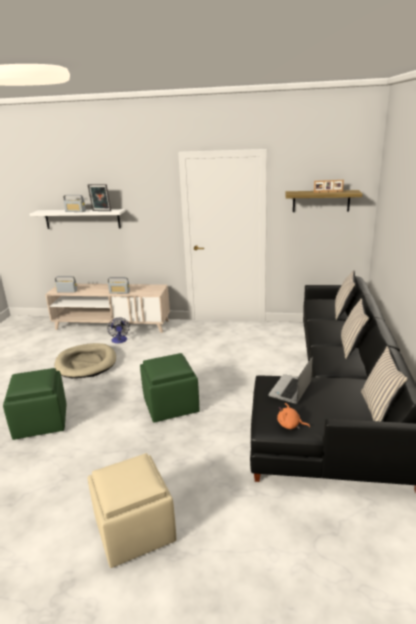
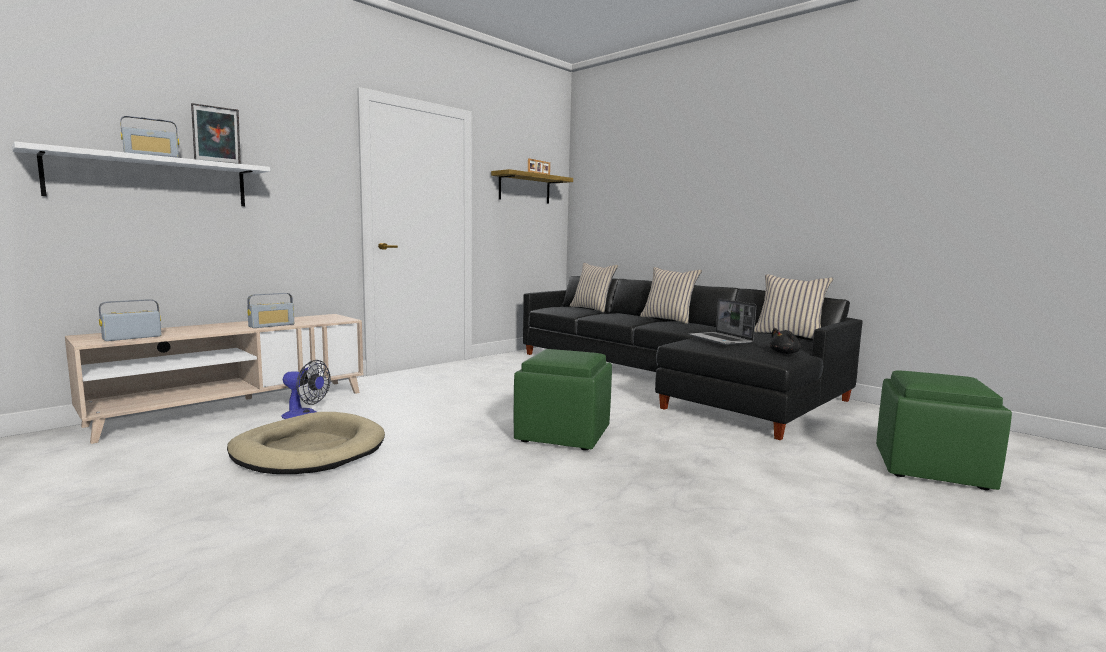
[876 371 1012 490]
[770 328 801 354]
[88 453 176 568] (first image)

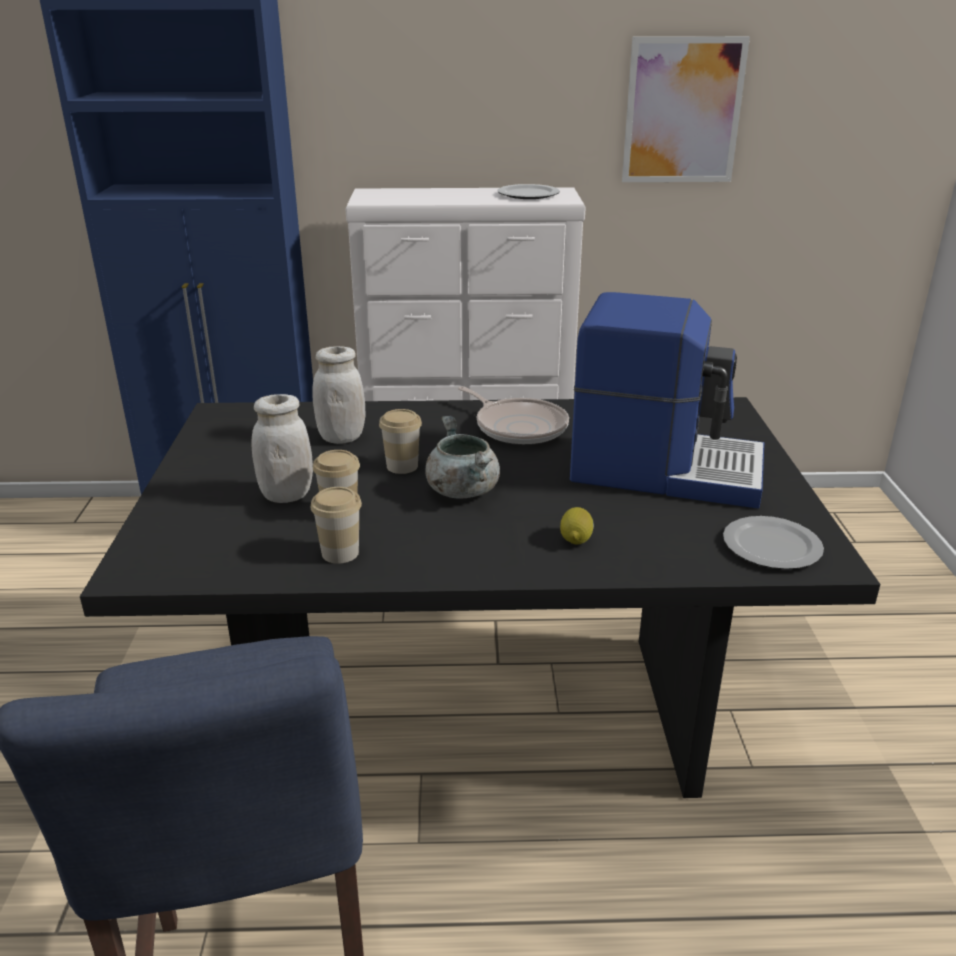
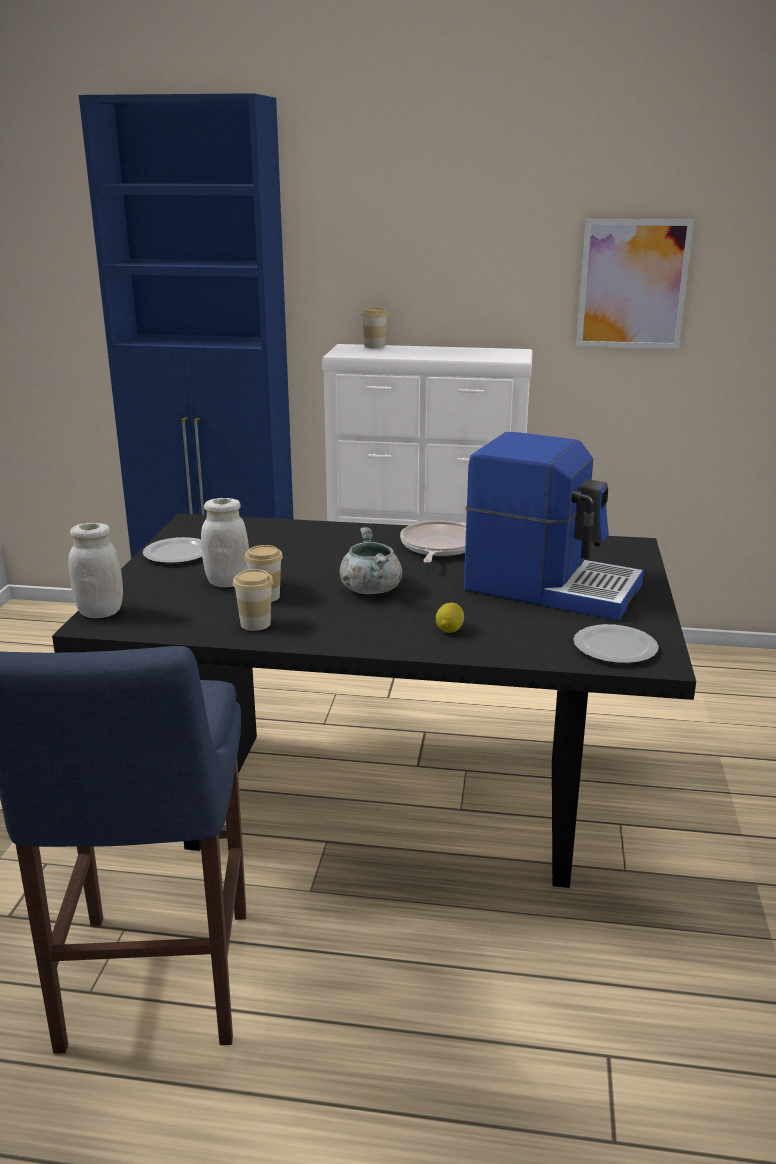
[143 537 202 563]
[68 523 123 618]
[400 520 466 563]
[361 308 388 348]

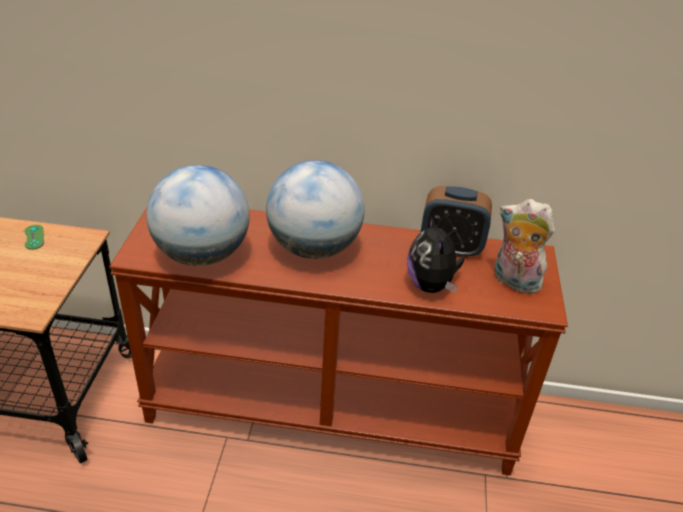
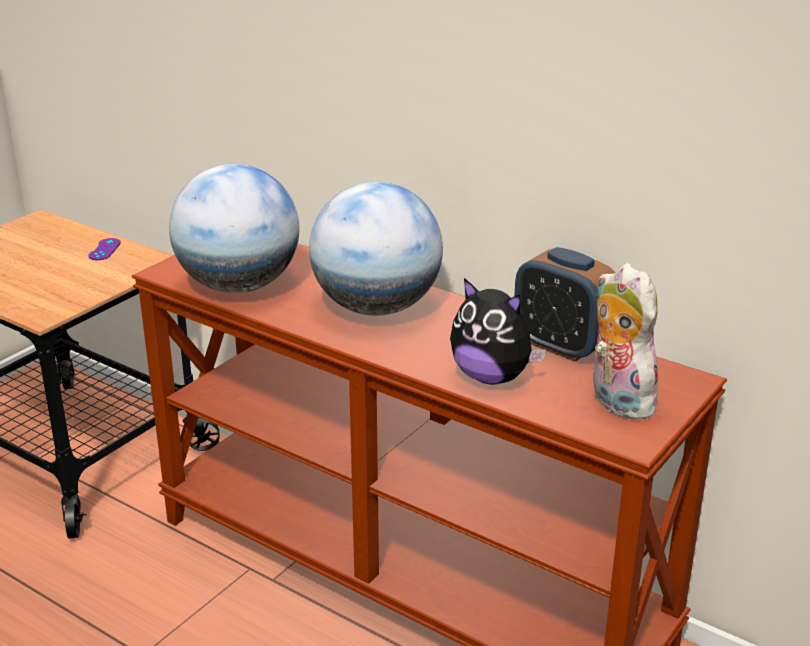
[450 278 546 385]
[88 238 121 260]

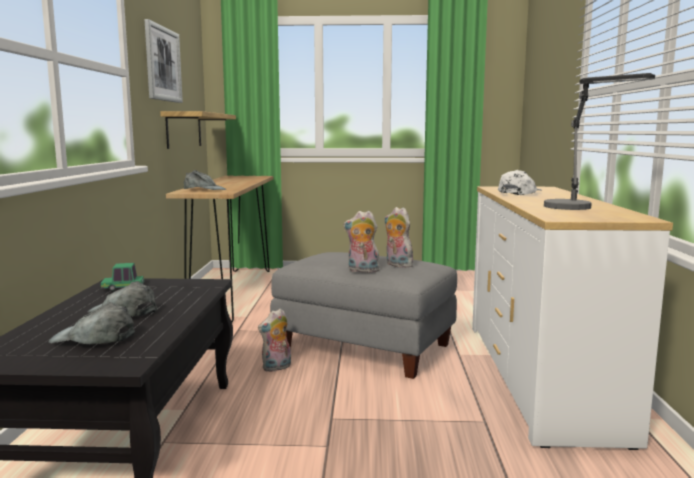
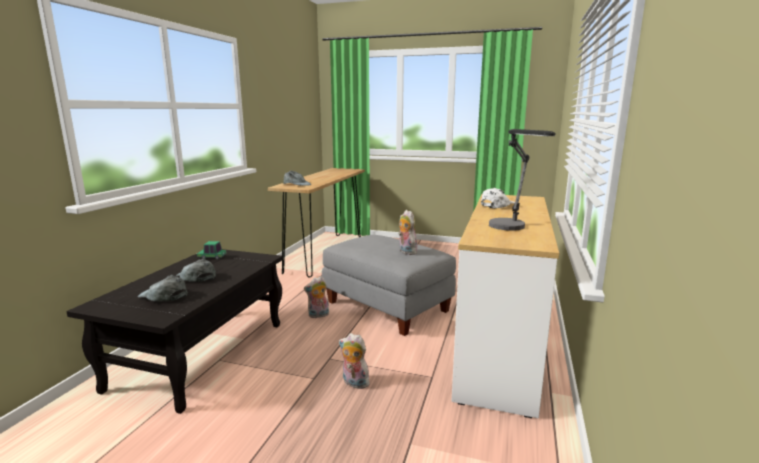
[144 19 183 103] (first image)
[160 111 236 149] (first image)
[339 333 372 389]

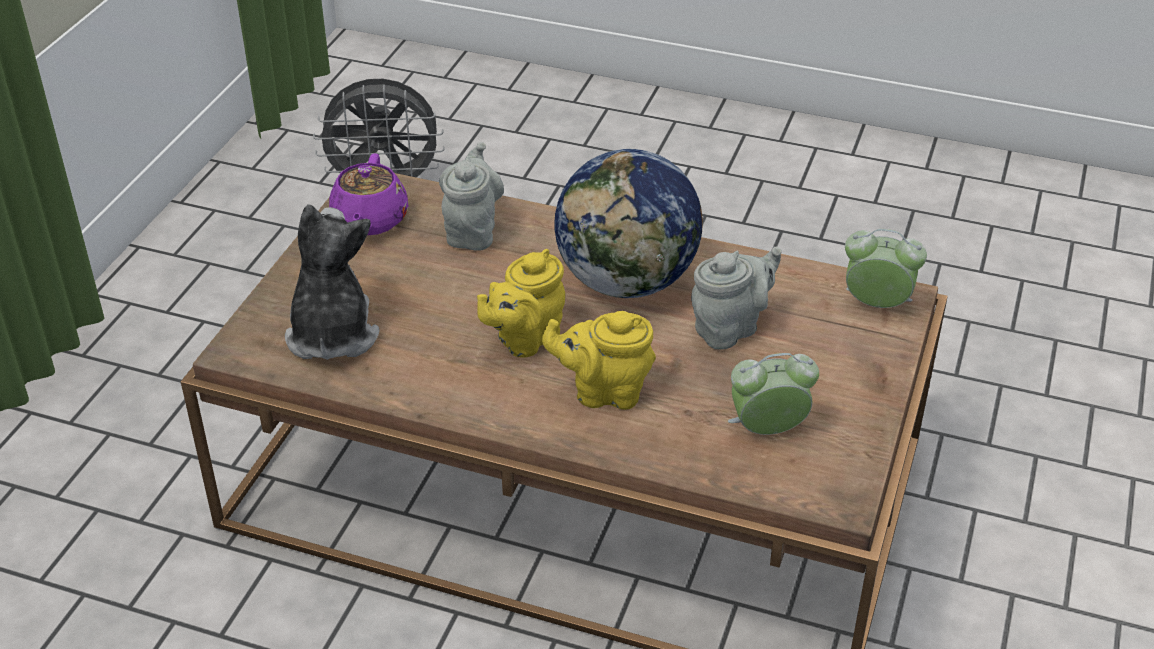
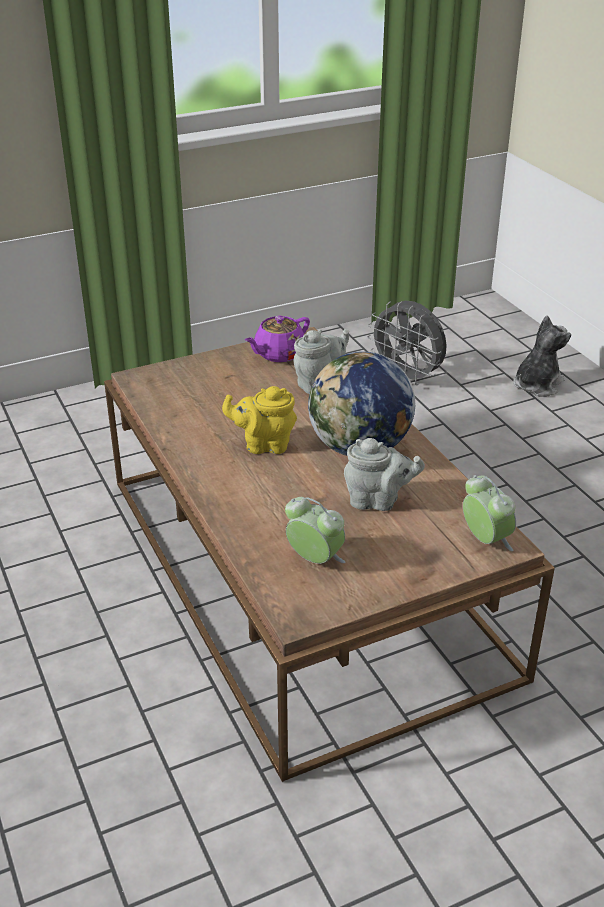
[513 315 571 397]
[542 311 656 410] (first image)

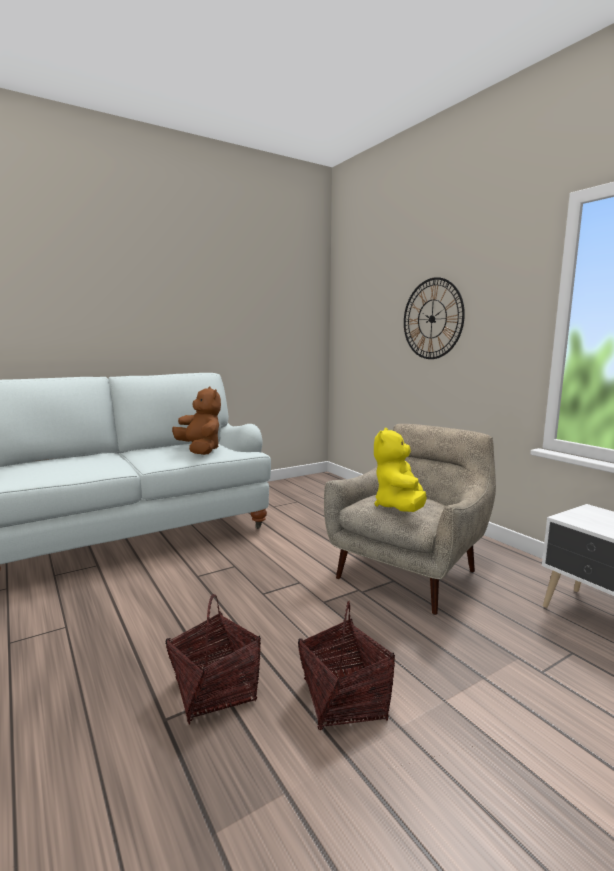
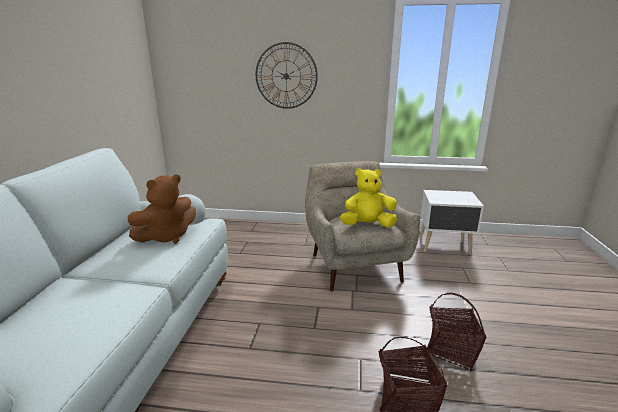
[128 174 196 244]
[340 168 397 228]

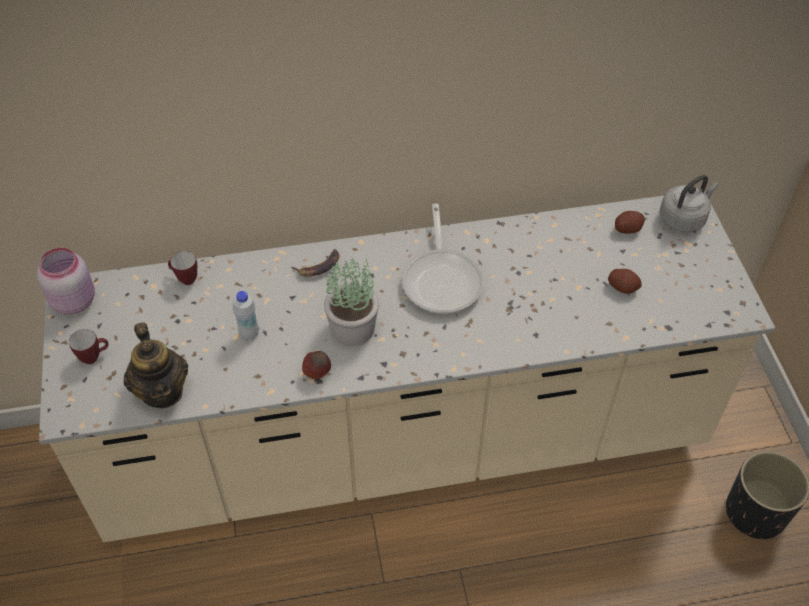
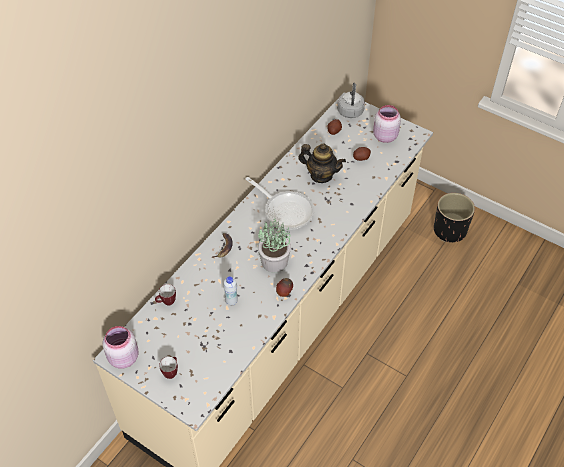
[298 143 346 183]
[373 105 401 143]

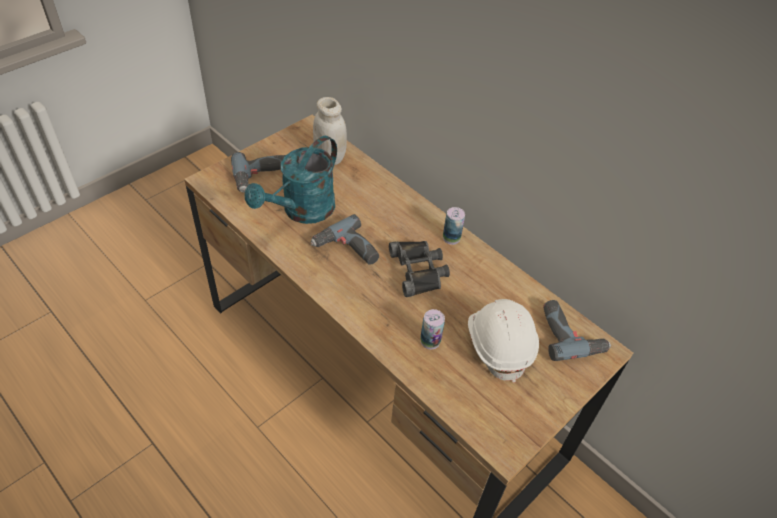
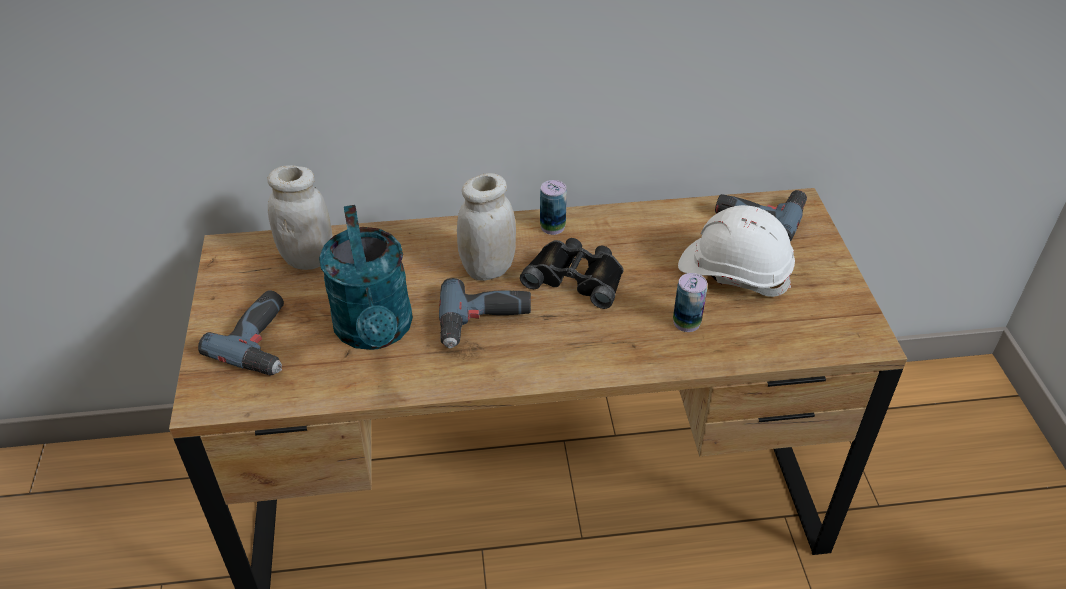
[457 173 516 281]

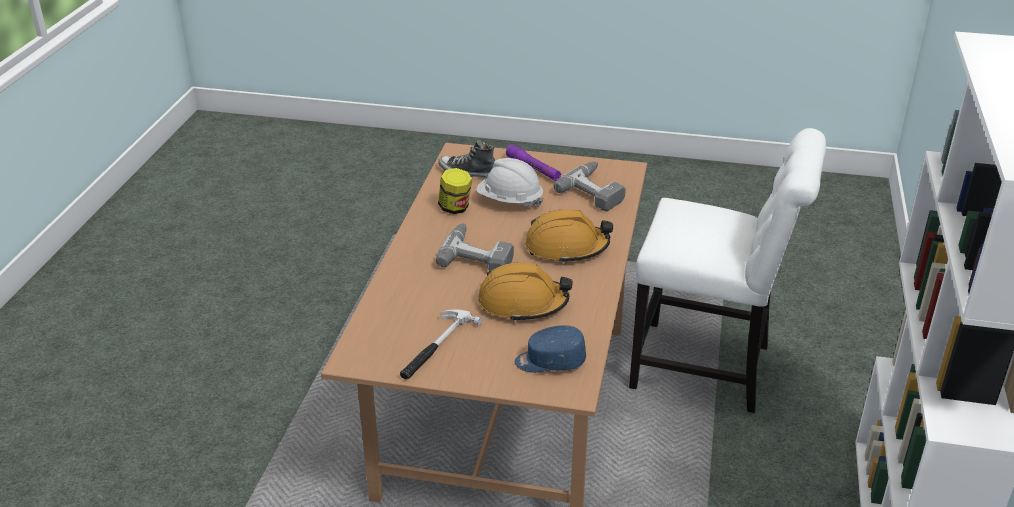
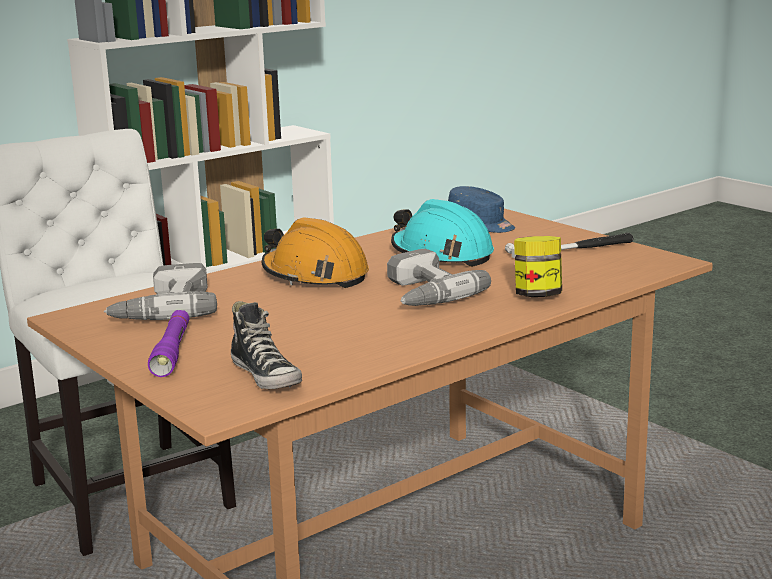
[476 158 544 207] (first image)
[514 236 562 297]
[391 199 494 267]

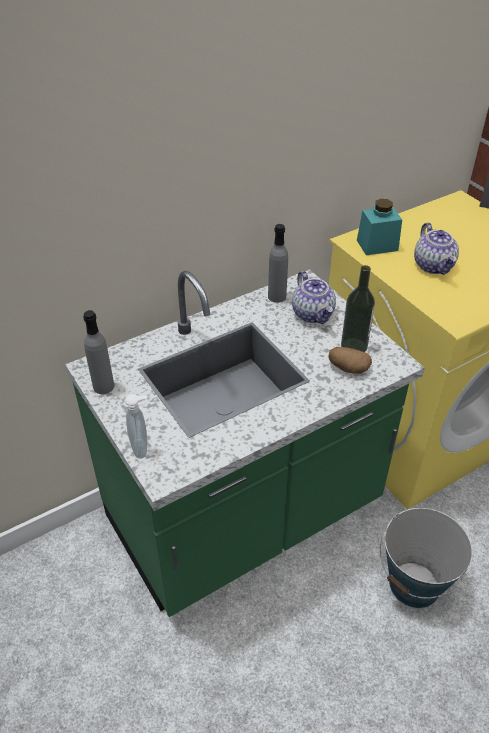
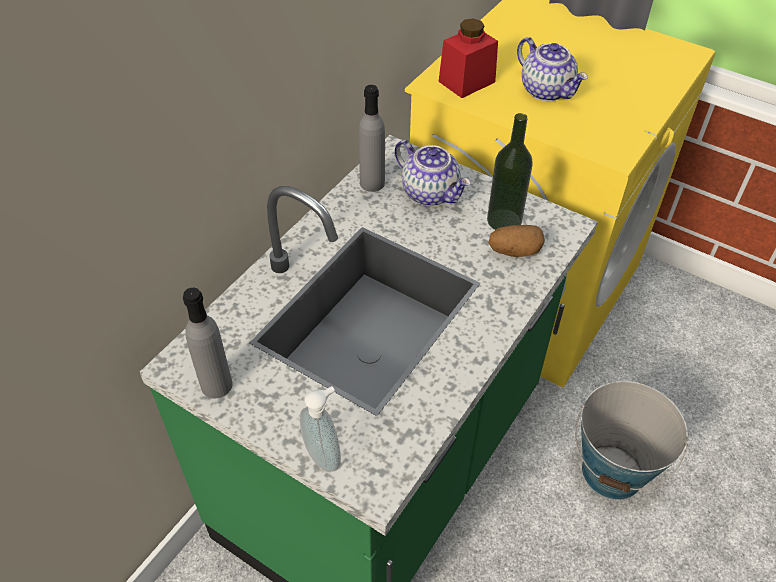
[438 19 498 98]

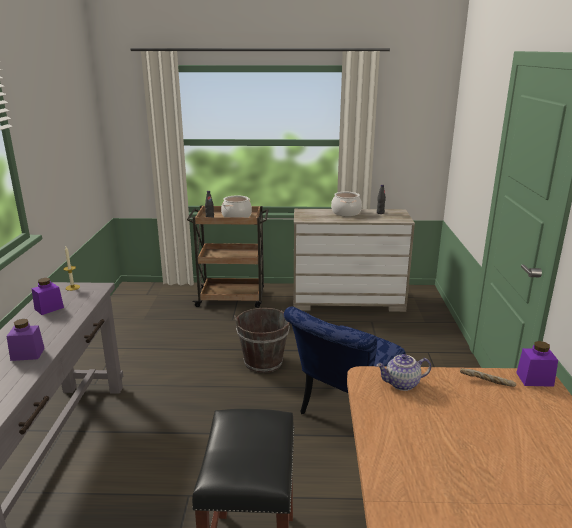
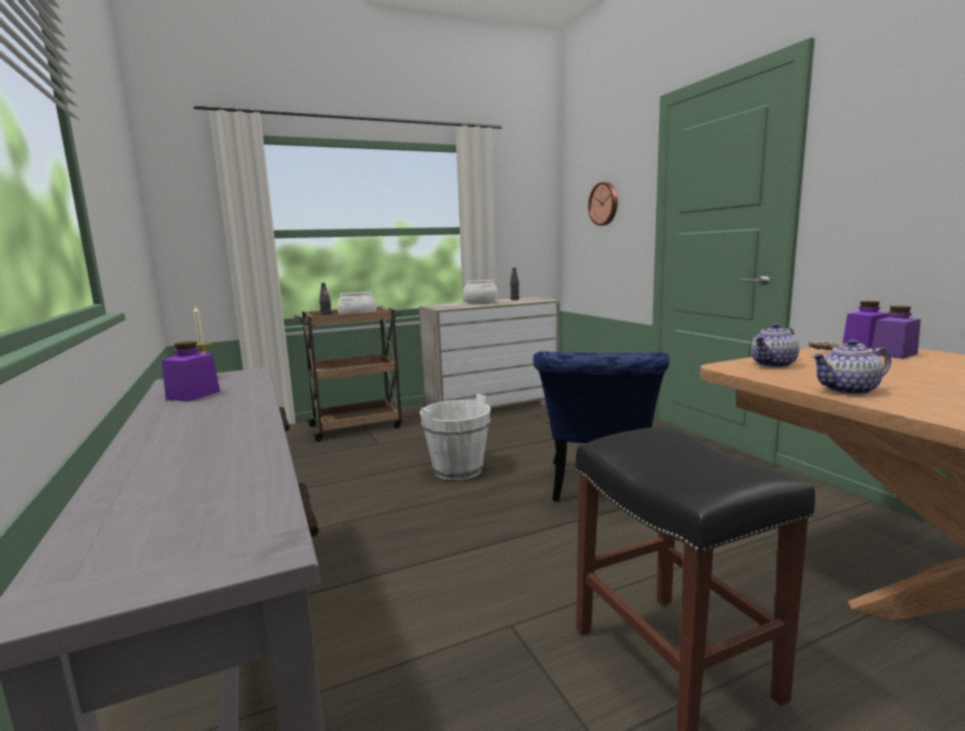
[420 394 491 480]
[872 306 921 359]
[588 182 618 226]
[812 340 891 395]

